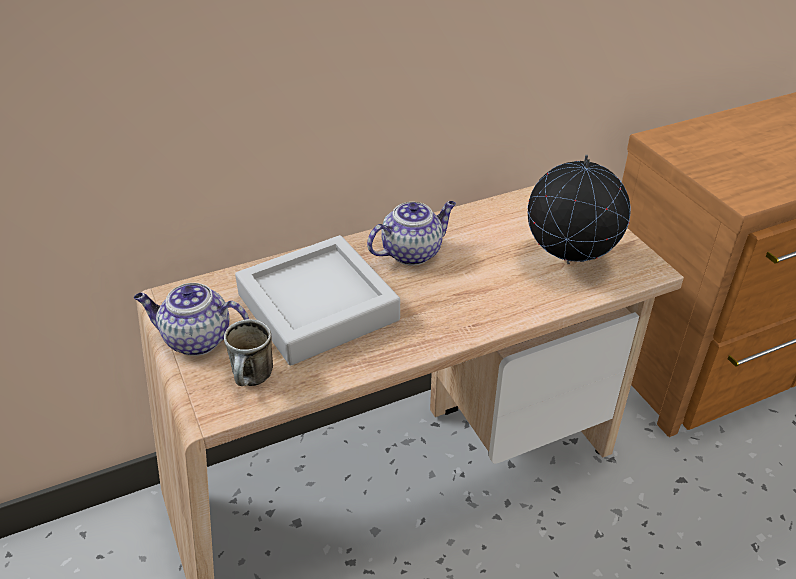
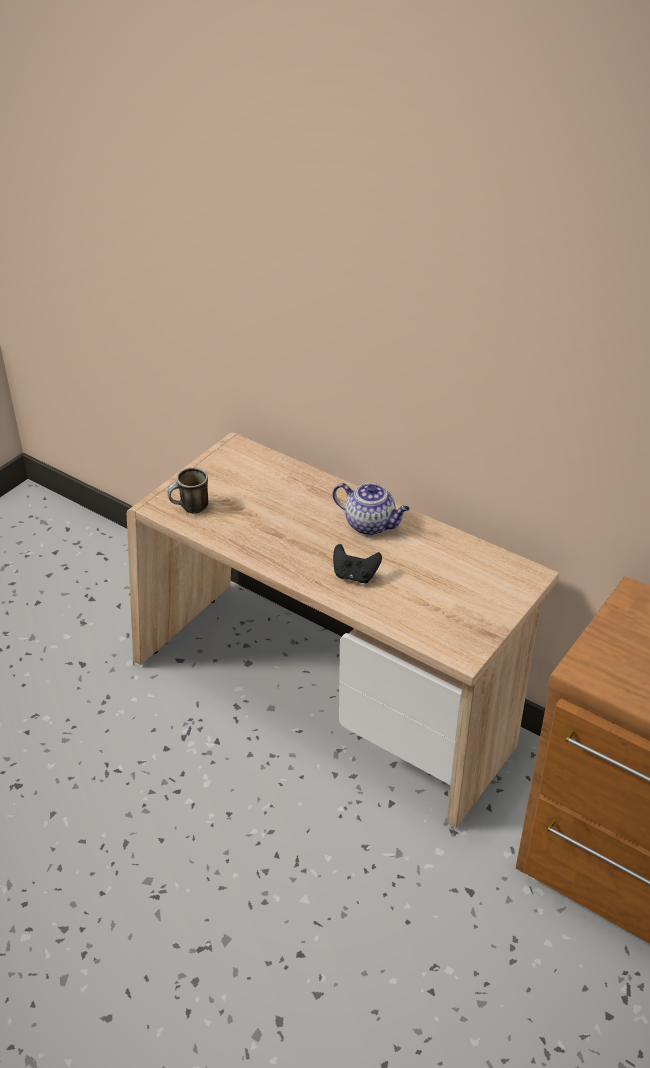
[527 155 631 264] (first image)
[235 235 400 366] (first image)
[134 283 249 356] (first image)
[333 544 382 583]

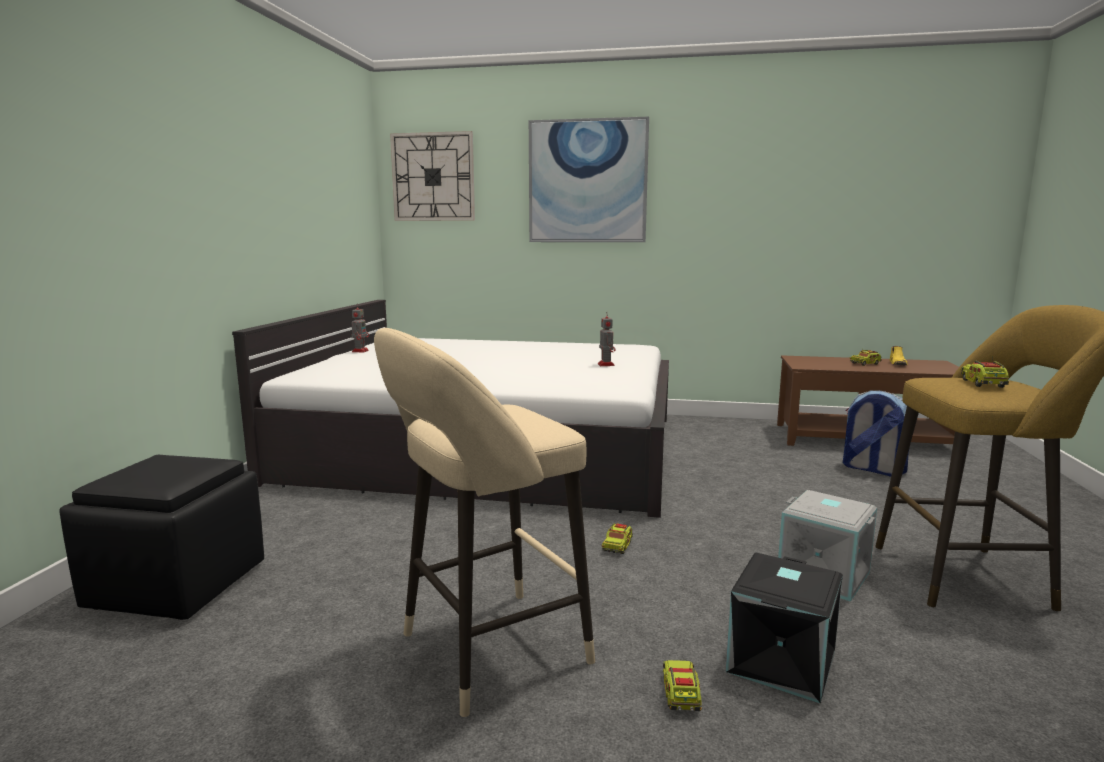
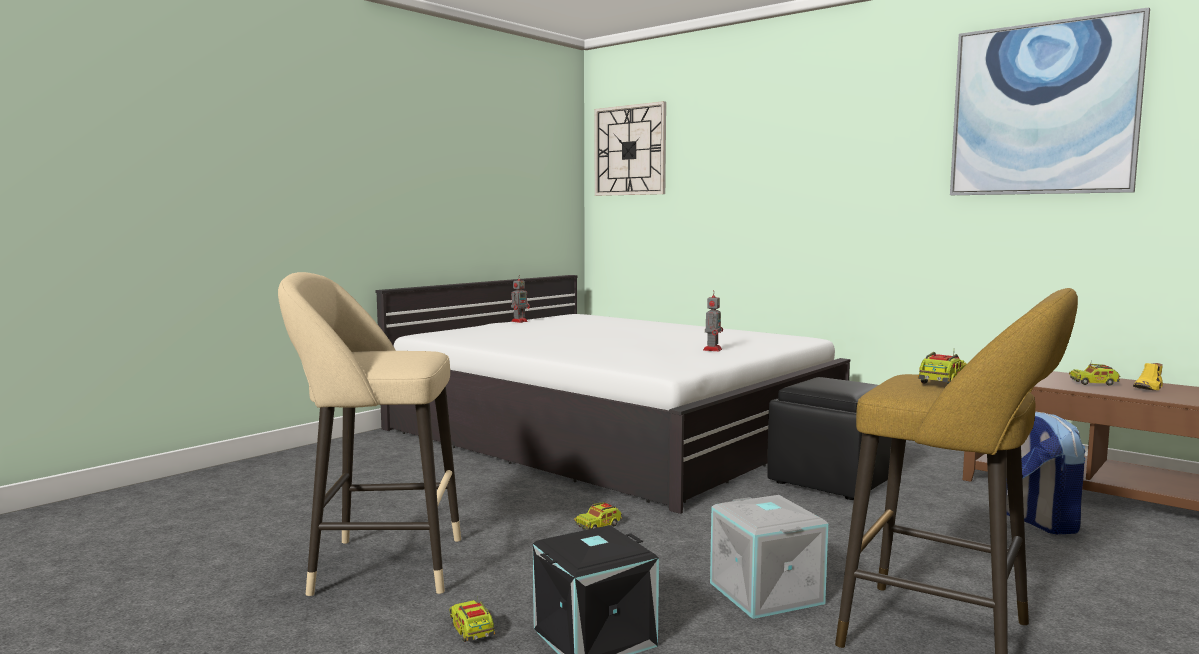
[950 7 1150 195]
[768 377 892 500]
[449 596 495 642]

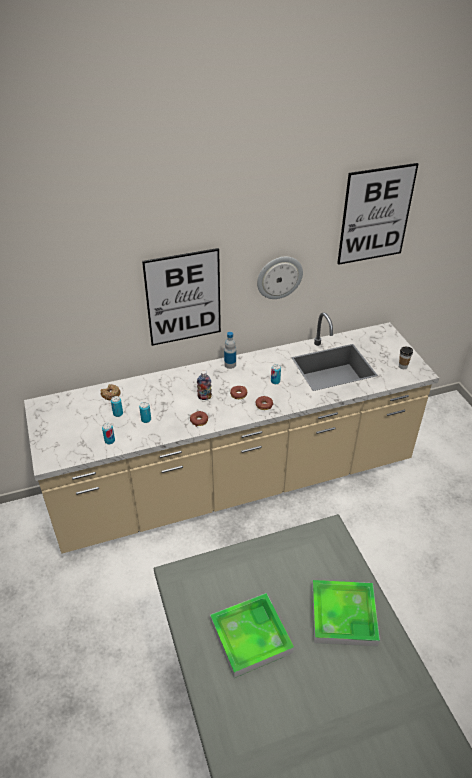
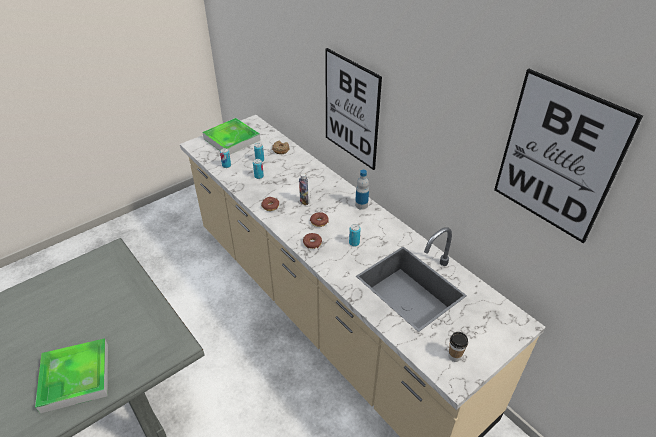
[257 257 303 299] (first image)
[203 118 260 155]

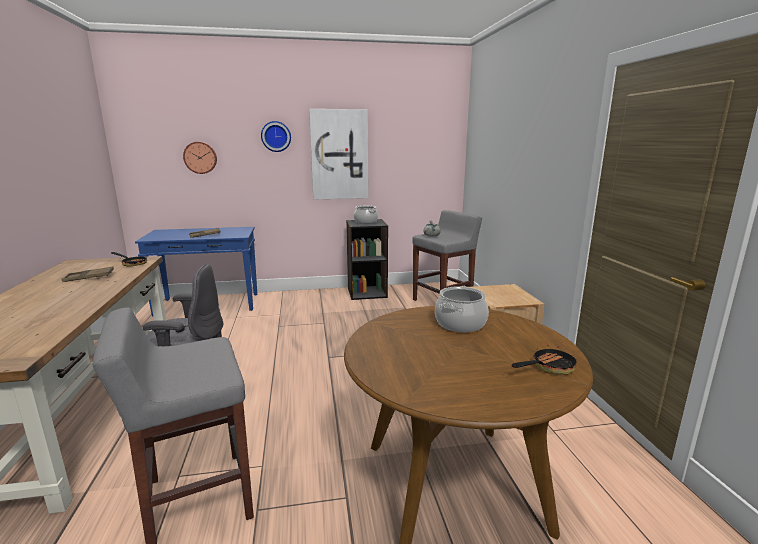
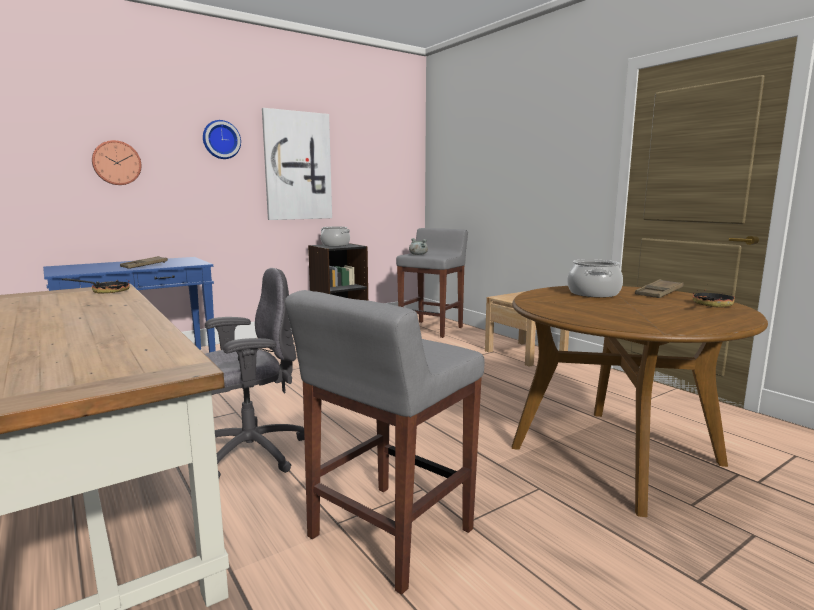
[635 279 684 298]

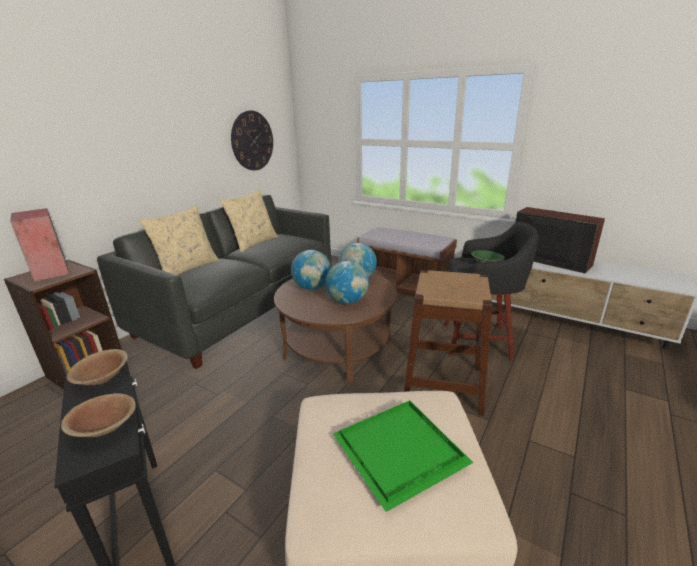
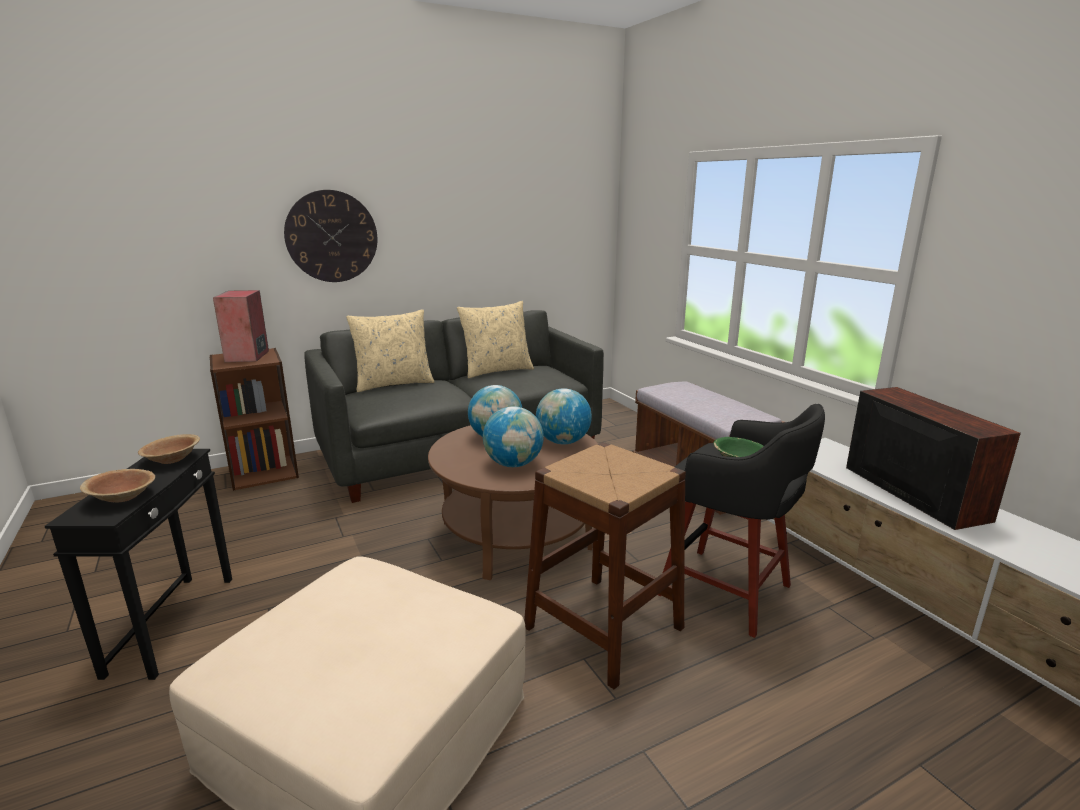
[284 190 377 282]
[333 400 473 512] (first image)

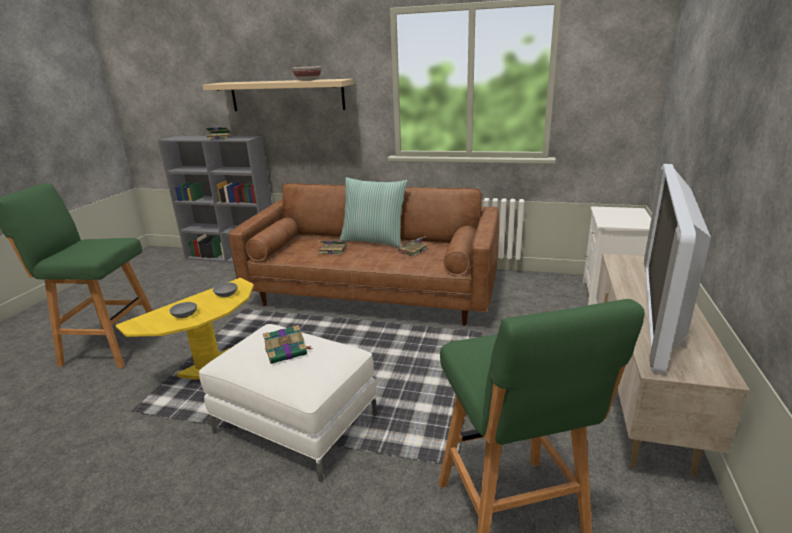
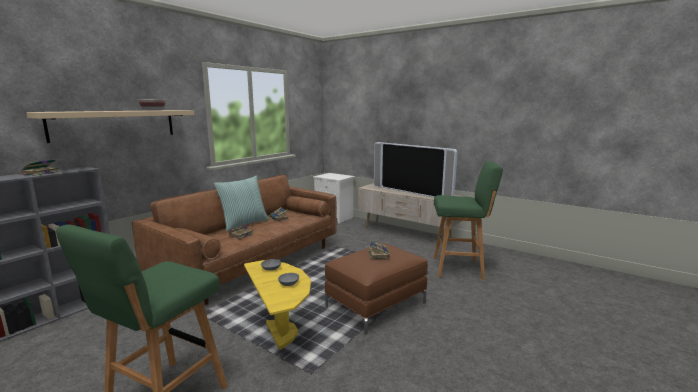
[325 244 428 334]

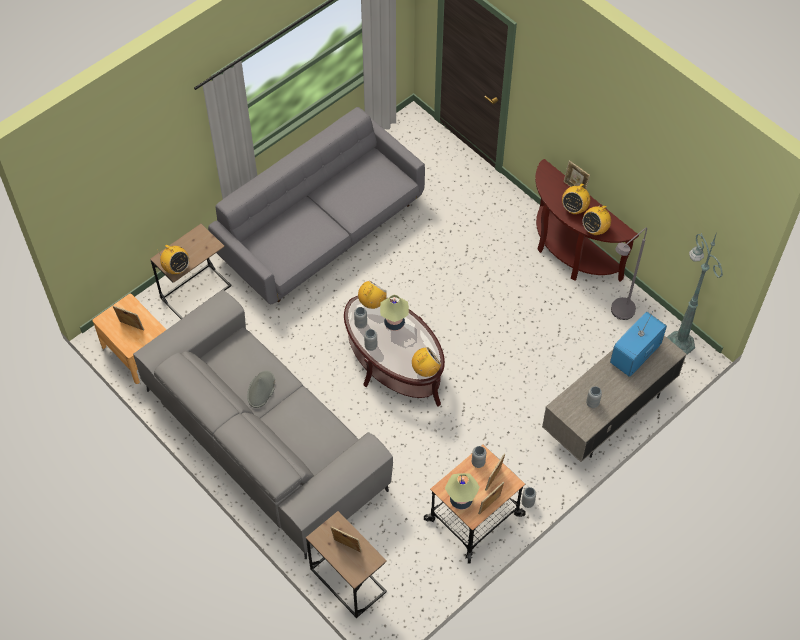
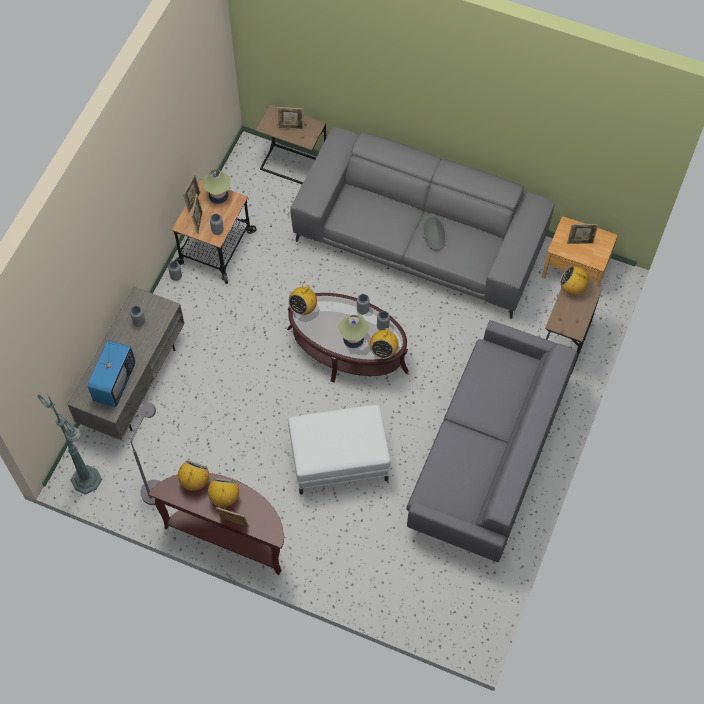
[288 405 391 495]

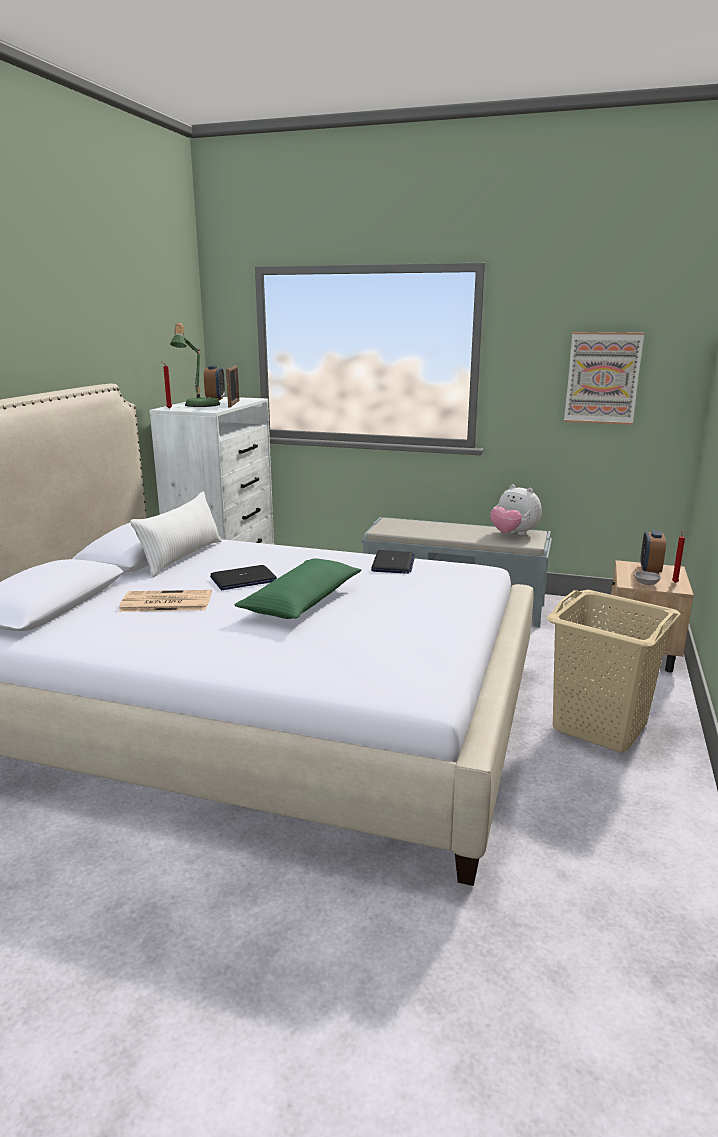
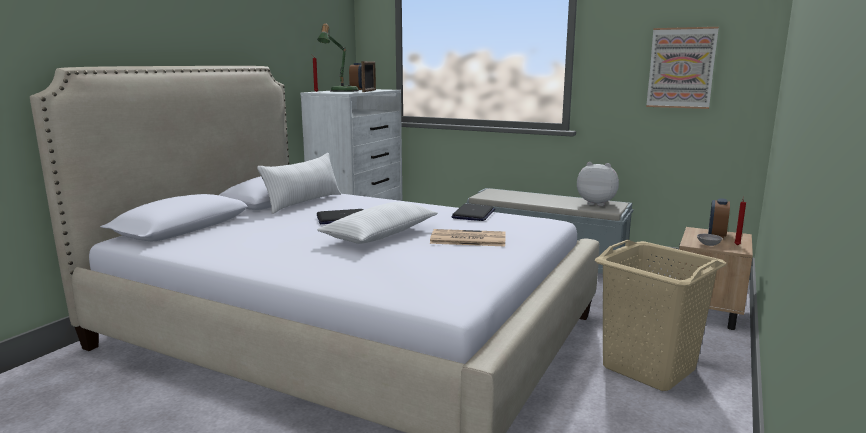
[577 162 619 206]
[317 202 438 244]
[430 229 506 247]

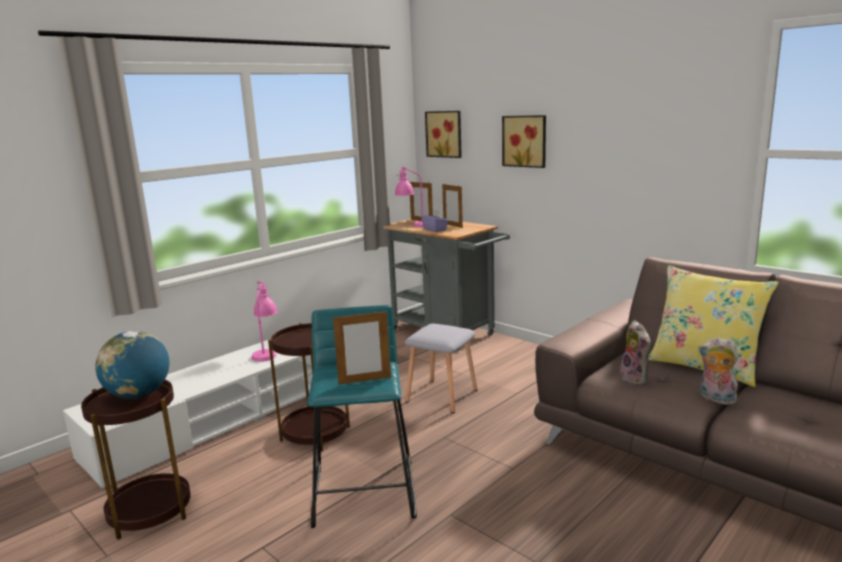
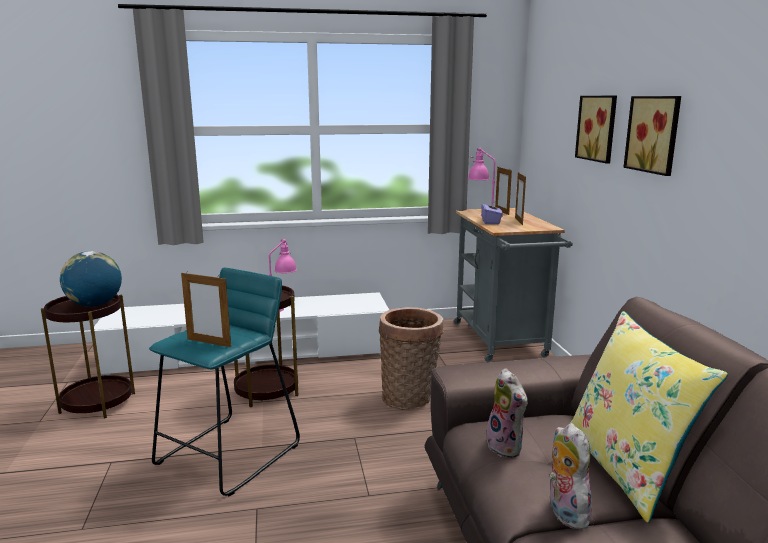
[623 96 681 176]
[486 368 528 458]
[379 307 444 410]

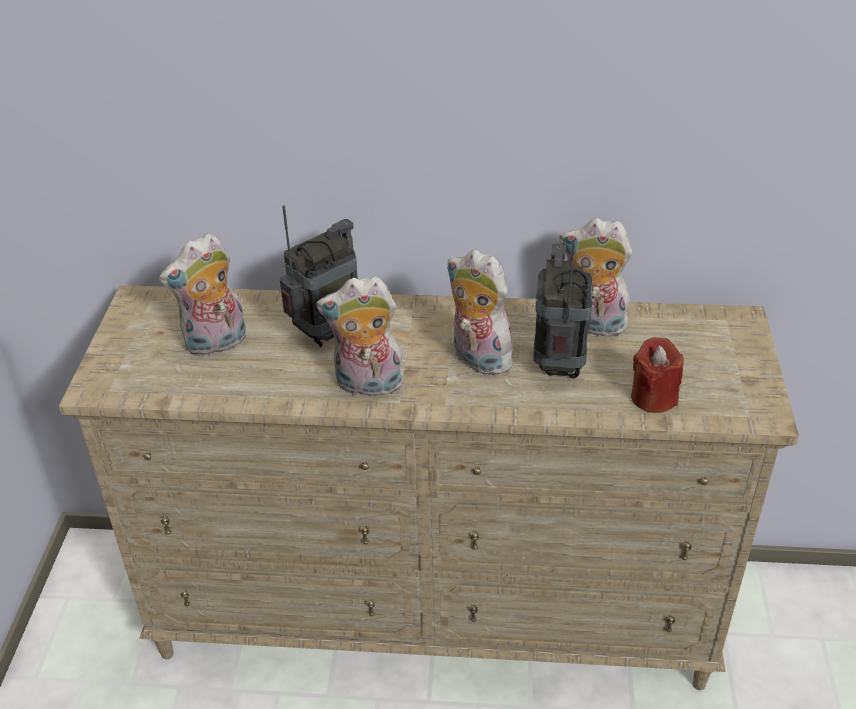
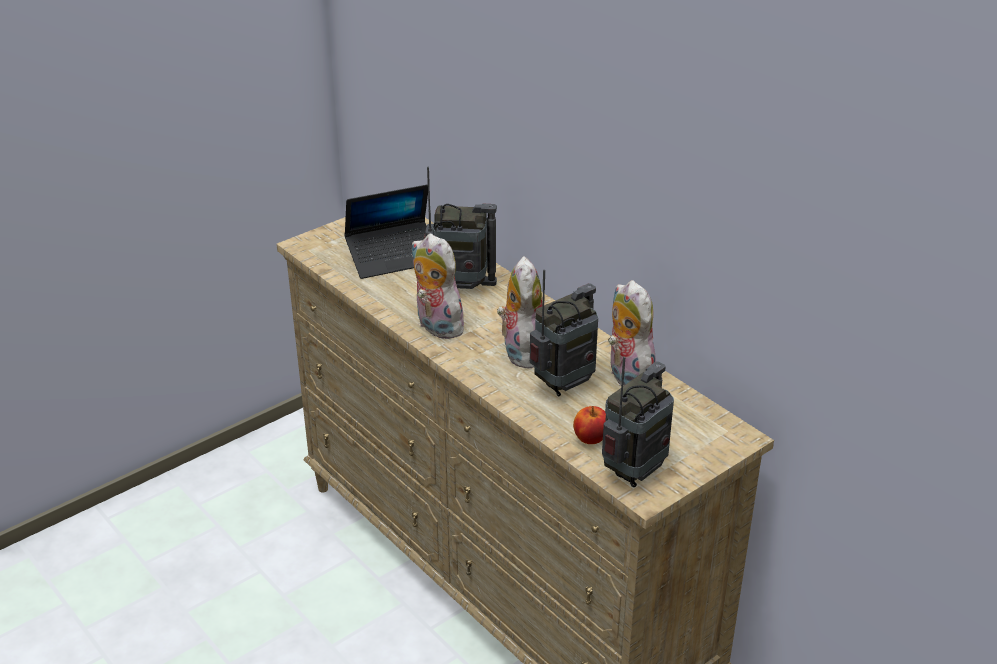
[344 184 428 279]
[573 406 606 444]
[602 356 674 487]

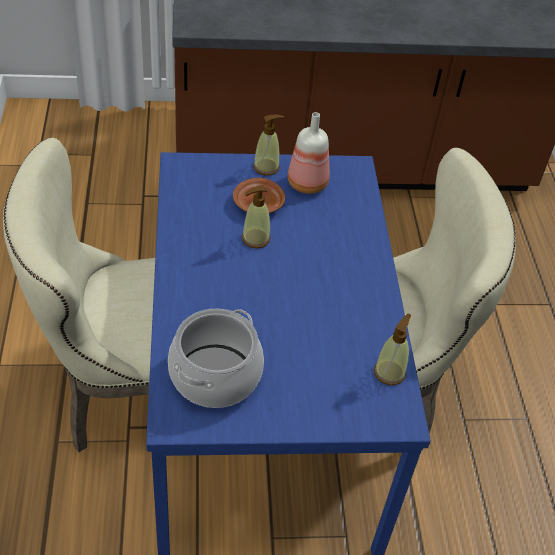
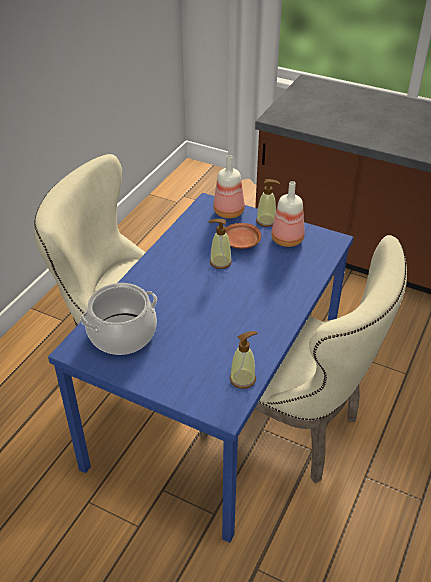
[213 155 245 218]

